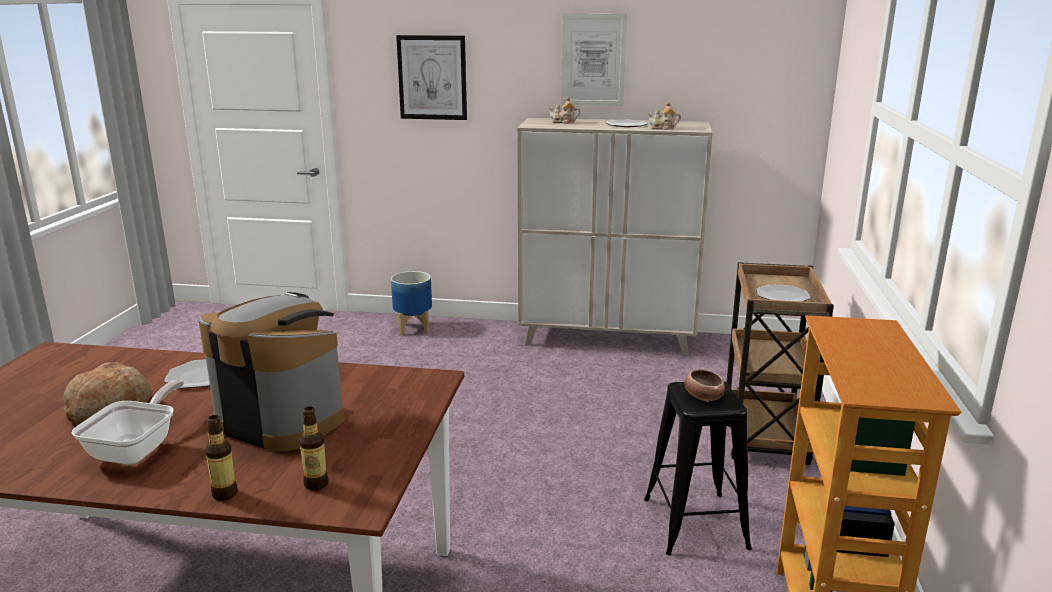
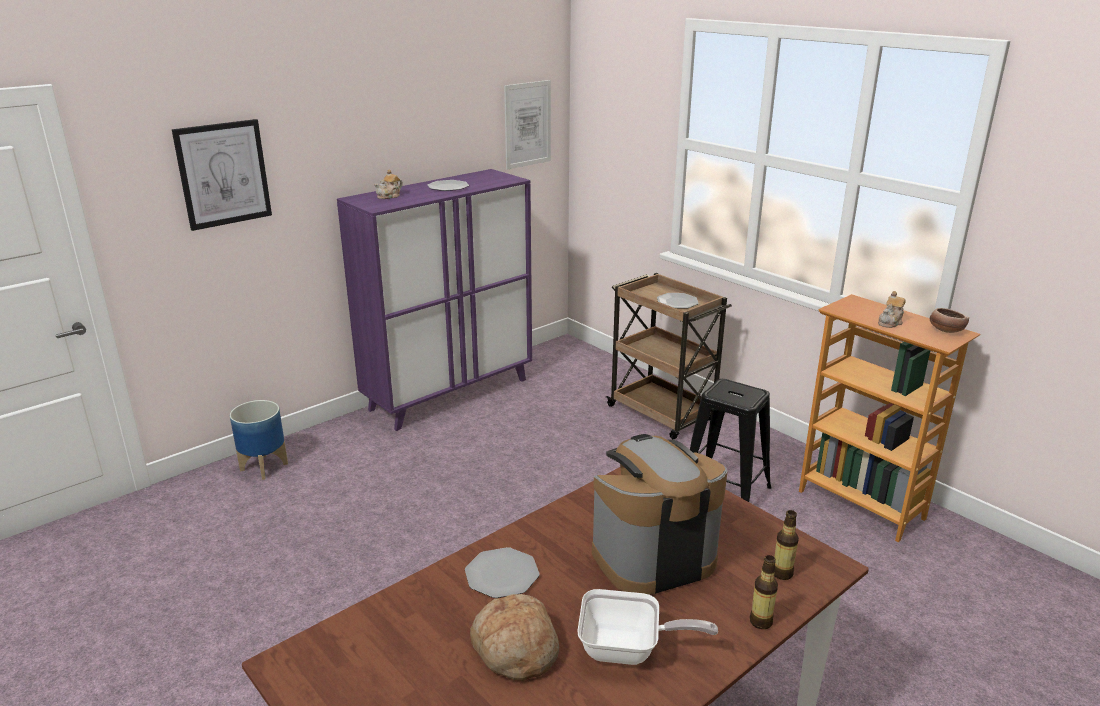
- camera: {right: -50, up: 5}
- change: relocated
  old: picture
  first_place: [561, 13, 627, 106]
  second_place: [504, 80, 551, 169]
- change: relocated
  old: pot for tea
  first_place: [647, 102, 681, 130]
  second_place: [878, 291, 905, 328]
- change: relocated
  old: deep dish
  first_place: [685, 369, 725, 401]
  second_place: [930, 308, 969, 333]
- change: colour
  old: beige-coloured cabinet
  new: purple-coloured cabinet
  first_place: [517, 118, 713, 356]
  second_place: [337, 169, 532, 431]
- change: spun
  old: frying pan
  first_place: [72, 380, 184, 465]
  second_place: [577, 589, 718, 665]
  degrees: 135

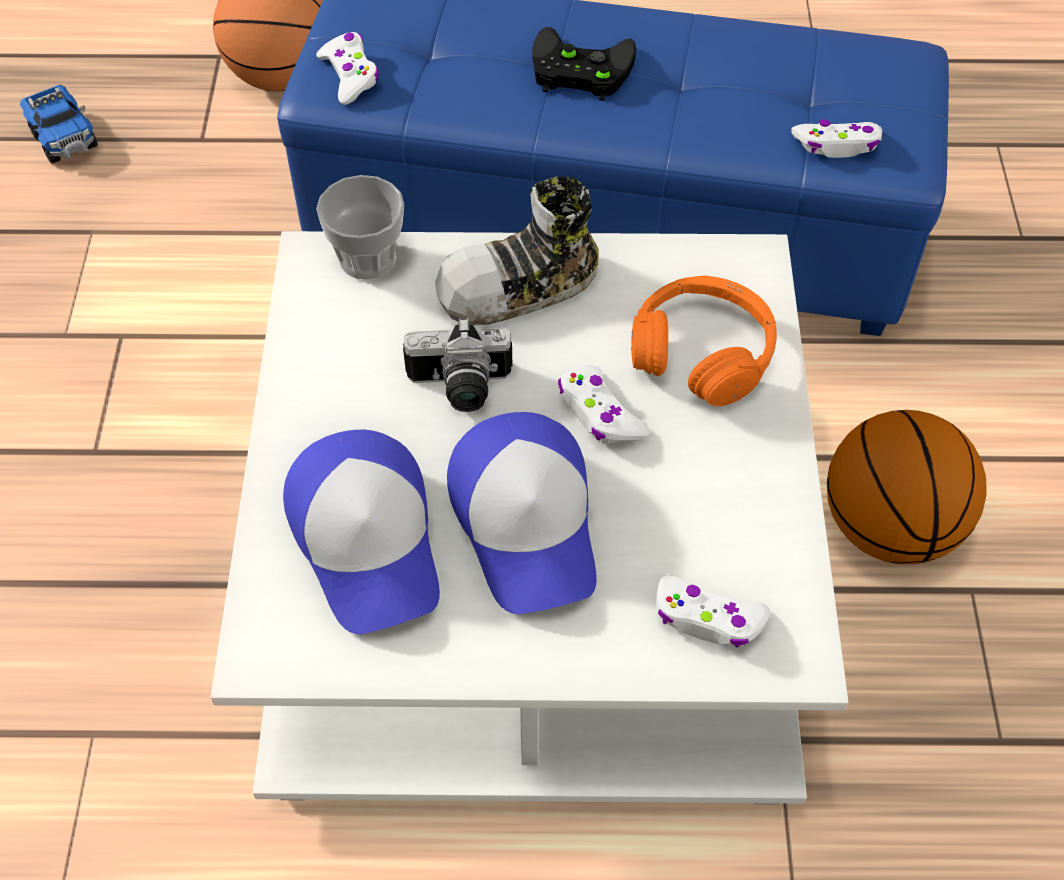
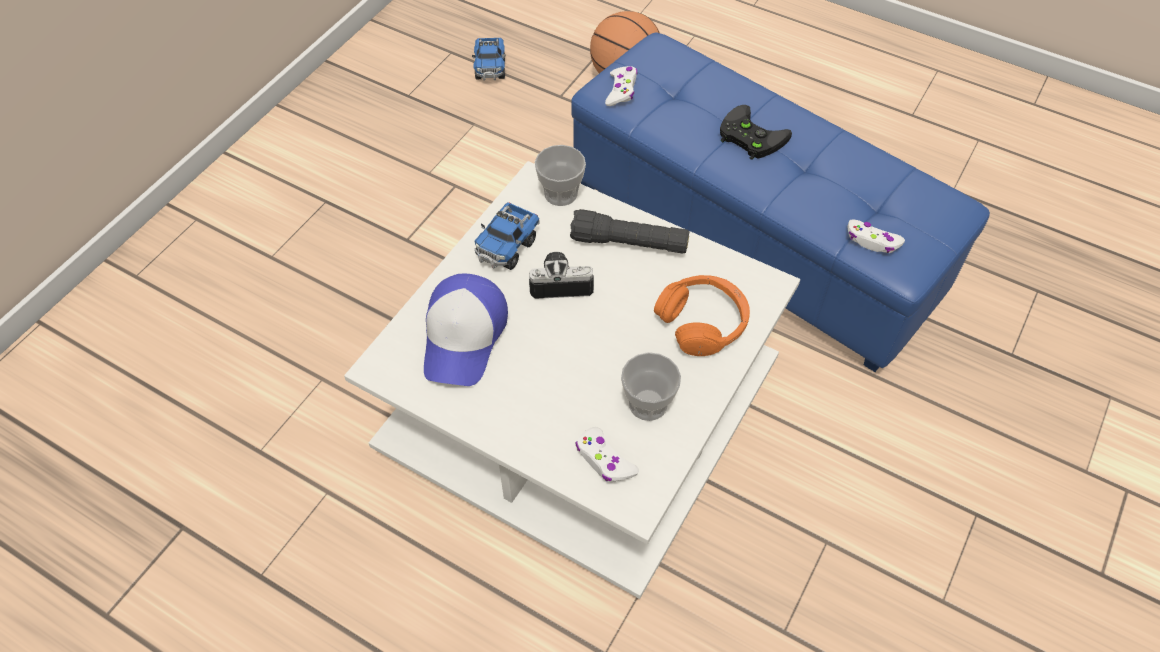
- camera: {right: 30, up: 0}
- change: missing
  old: baseball cap
  first_place: [447, 412, 597, 615]
- change: missing
  old: white game controller
  first_place: [558, 365, 650, 443]
- change: missing
  old: ball for basketball
  first_place: [827, 410, 987, 564]
- change: appeared
  new: toy lorry
  second_place: [474, 202, 540, 270]
- change: appeared
  new: drinking cup
  second_place: [621, 352, 681, 421]
- change: exchanged
  old: shoe
  new: black hand torch
  first_place: [435, 176, 599, 325]
  second_place: [570, 209, 689, 254]
- change: spun
  old: photo camera
  first_place: [403, 318, 512, 412]
  second_place: [529, 252, 594, 299]
  degrees: 150

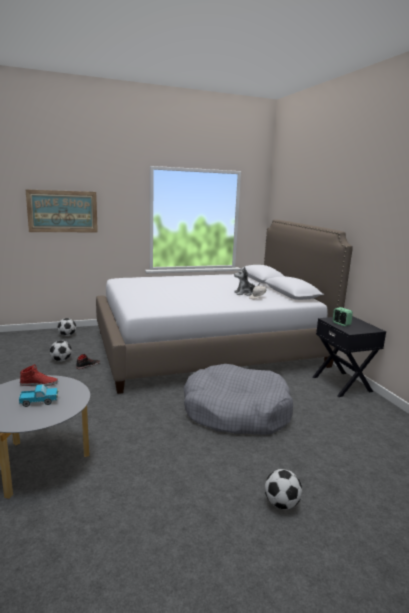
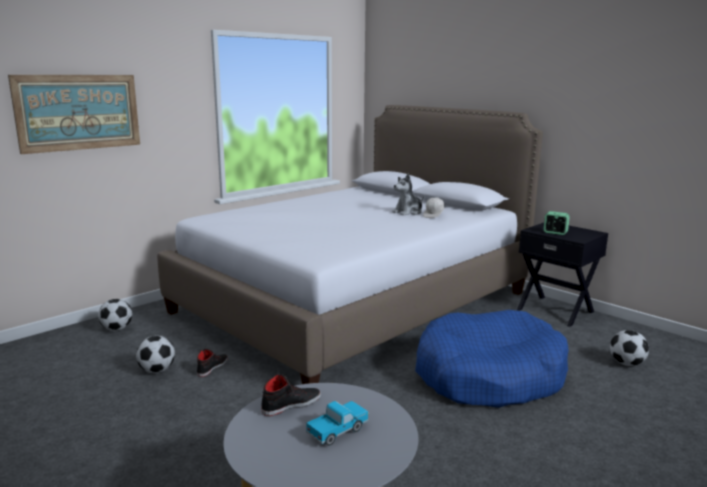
- camera: {right: -25, up: 0}
- change: relocated
  old: football ball
  first_place: [265, 469, 302, 509]
  second_place: [610, 330, 649, 366]
- change: colour
  old: red shoe
  new: black shoe
  first_place: [20, 364, 58, 386]
  second_place: [261, 374, 321, 416]
- change: colour
  old: grey pet bed
  new: blue-coloured pet bed
  first_place: [184, 364, 293, 435]
  second_place: [415, 310, 568, 408]

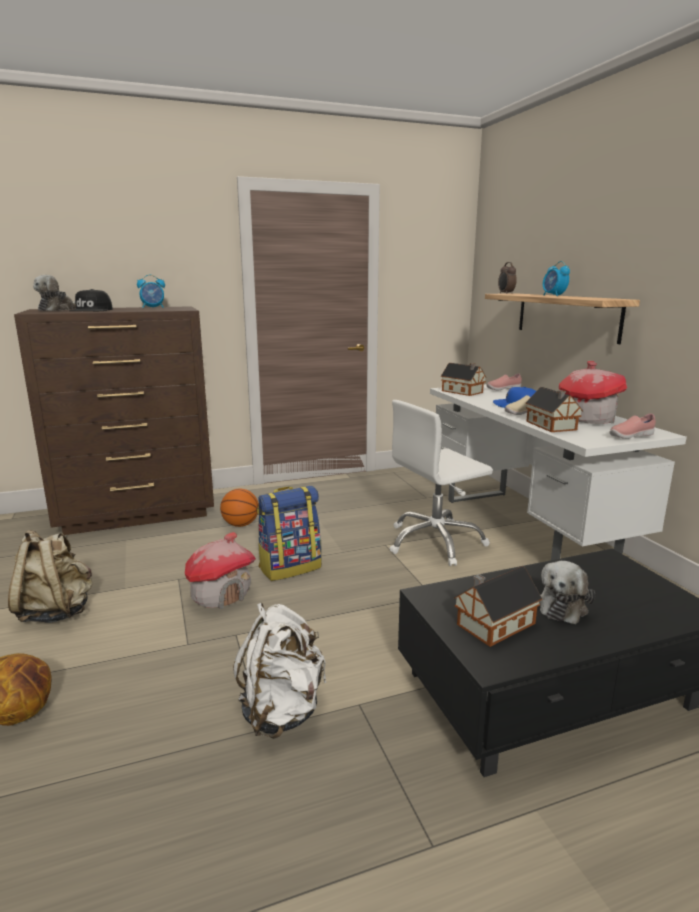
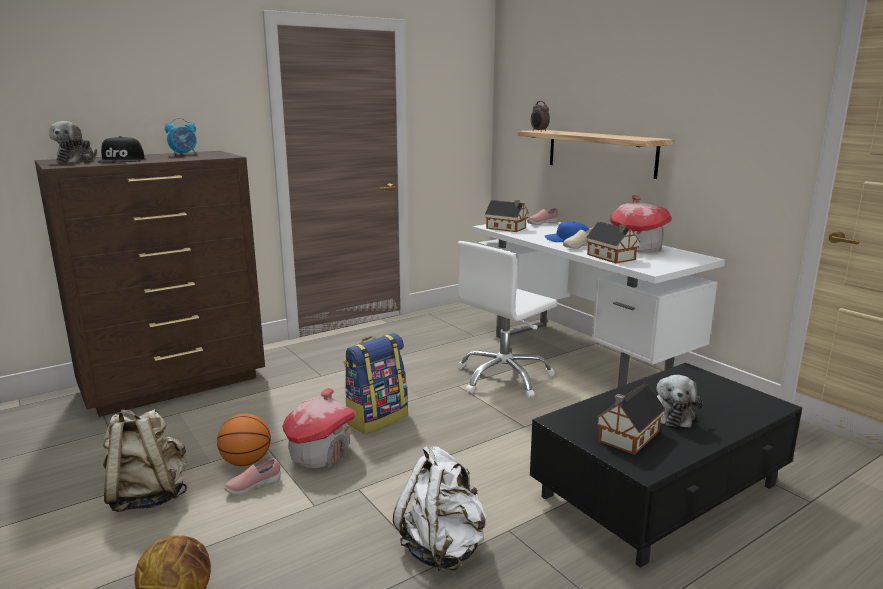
- camera: {right: -15, up: 0}
- change: missing
  old: alarm clock
  first_place: [543, 261, 570, 296]
- change: relocated
  old: ball for basketball
  first_place: [220, 489, 259, 527]
  second_place: [217, 413, 271, 466]
- change: relocated
  old: pink shoe
  first_place: [609, 414, 656, 439]
  second_place: [224, 458, 281, 495]

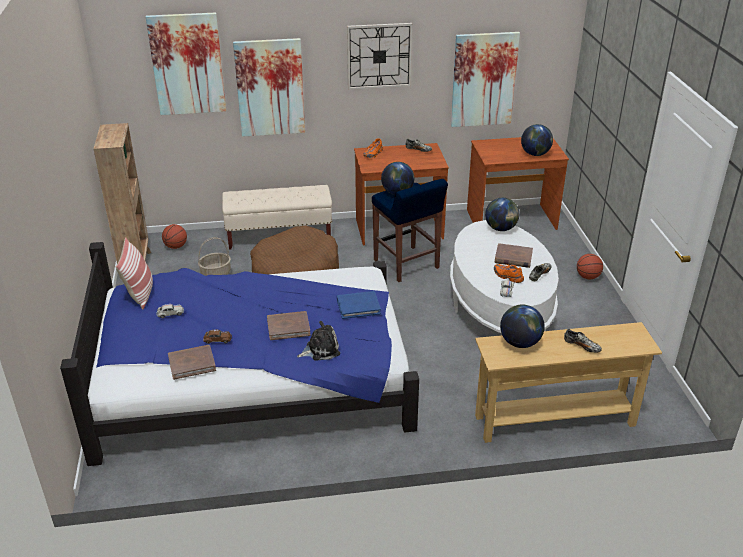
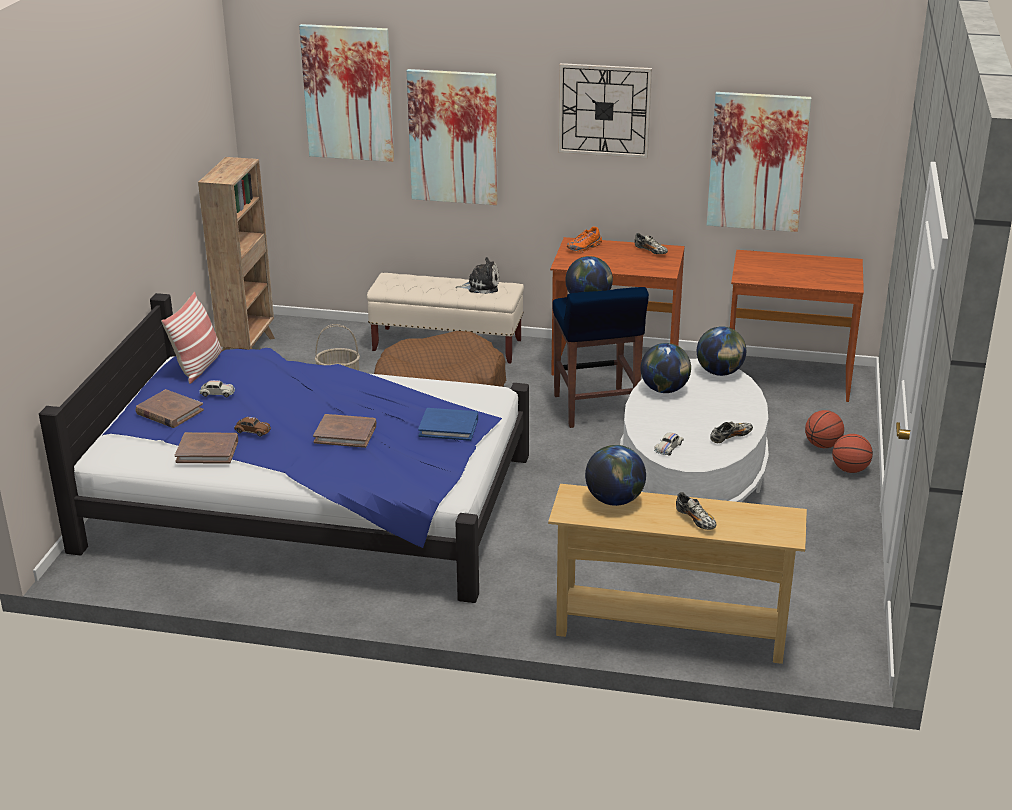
- camera: {right: 20, up: -5}
- change: missing
  old: orange shoe
  first_place: [494, 264, 524, 283]
- change: relocated
  old: ball for basketball
  first_place: [162, 224, 187, 249]
  second_place: [805, 410, 844, 448]
- change: relocated
  old: plush toy
  first_place: [297, 321, 340, 361]
  second_place: [455, 257, 499, 294]
- change: relocated
  old: brown-coloured volume
  first_place: [495, 243, 533, 268]
  second_place: [135, 389, 204, 428]
- change: relocated
  old: desk globe
  first_place: [521, 124, 553, 156]
  second_place: [640, 343, 691, 393]

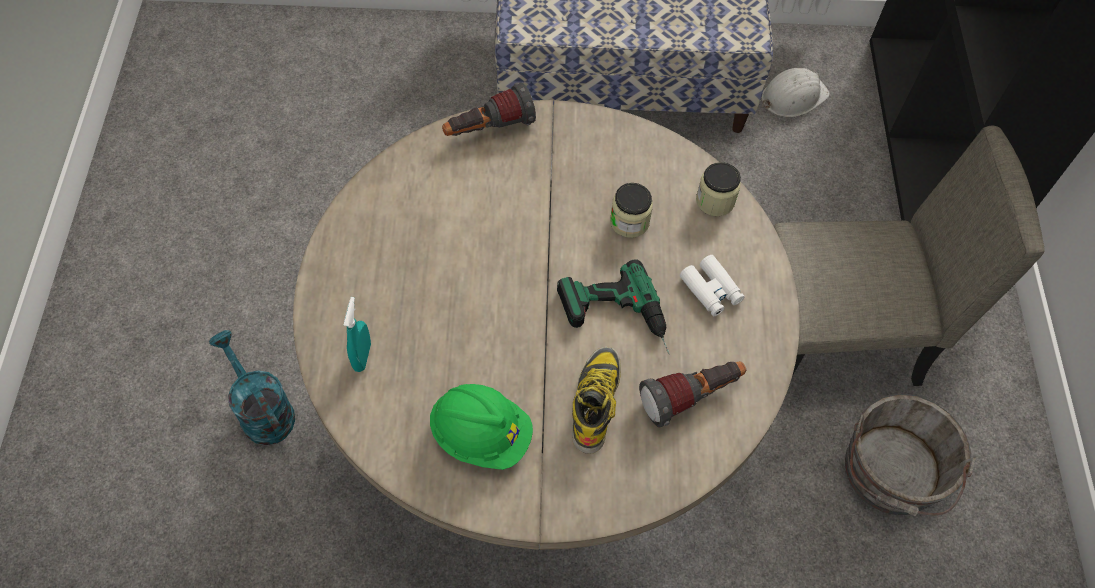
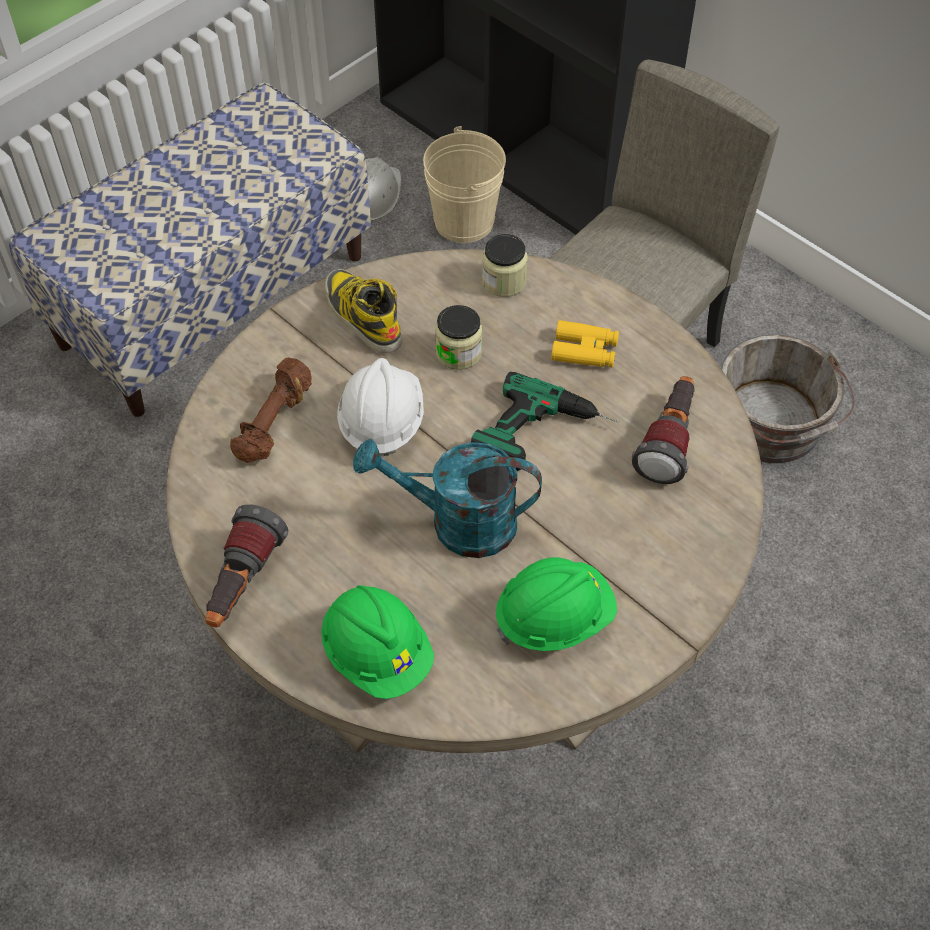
- camera: {right: -45, up: -5}
- change: appeared
  new: brown-coloured free weight
  second_place: [230, 357, 312, 463]
- change: appeared
  new: white work helmet
  second_place: [337, 358, 424, 461]
- change: appeared
  new: beige-coloured pail
  second_place: [423, 126, 506, 243]
- change: relocated
  old: turquoise-coloured watering can
  first_place: [209, 330, 295, 445]
  second_place: [353, 439, 542, 558]
- change: relocated
  old: hand torch
  first_place: [442, 82, 536, 136]
  second_place: [205, 504, 288, 628]
- change: relocated
  old: boot
  first_place: [572, 347, 621, 454]
  second_place: [325, 269, 403, 353]
- change: exchanged
  old: turquoise-coloured hand sprayer
  new: green-coloured work helmet
  first_place: [344, 297, 371, 372]
  second_place: [321, 585, 434, 699]
- change: colour
  old: white binoculars
  new: yellow-coloured binoculars
  first_place: [680, 255, 745, 316]
  second_place: [551, 320, 619, 368]

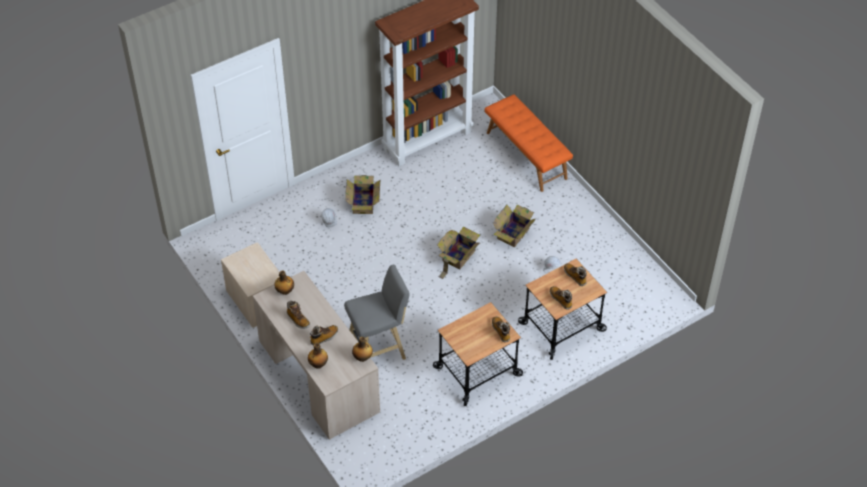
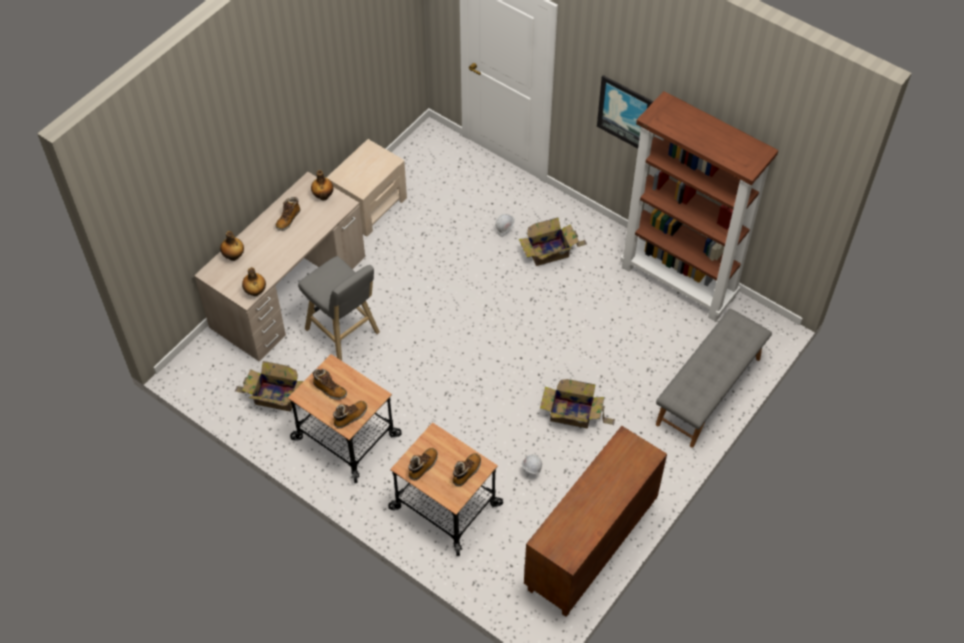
- camera: {right: 70, up: 5}
- change: appeared
  new: brown-coloured cabinet
  second_place: [524, 426, 667, 617]
- change: appeared
  new: picture
  second_place: [597, 75, 654, 148]
- change: relocated
  old: boot
  first_place: [310, 325, 338, 345]
  second_place: [312, 369, 347, 400]
- change: relocated
  old: carton
  first_place: [437, 227, 480, 279]
  second_place: [235, 361, 304, 412]
- change: colour
  old: orange bench
  new: grey bench
  first_place: [485, 94, 573, 192]
  second_place: [656, 309, 772, 448]

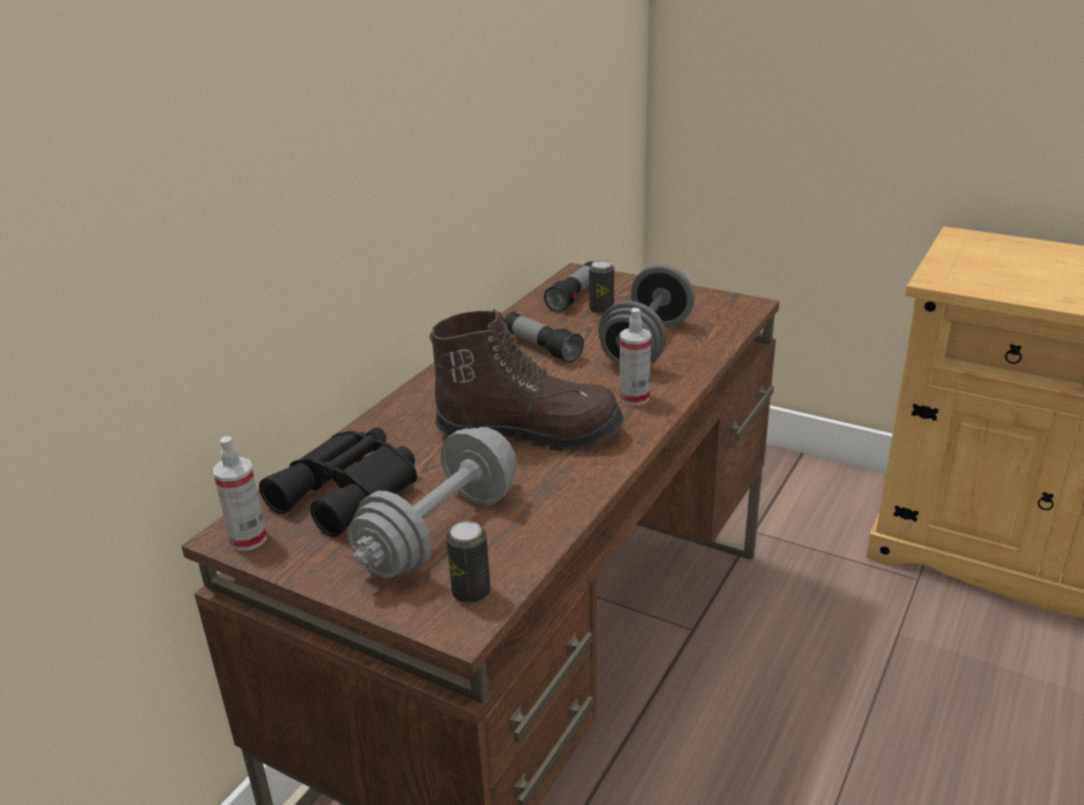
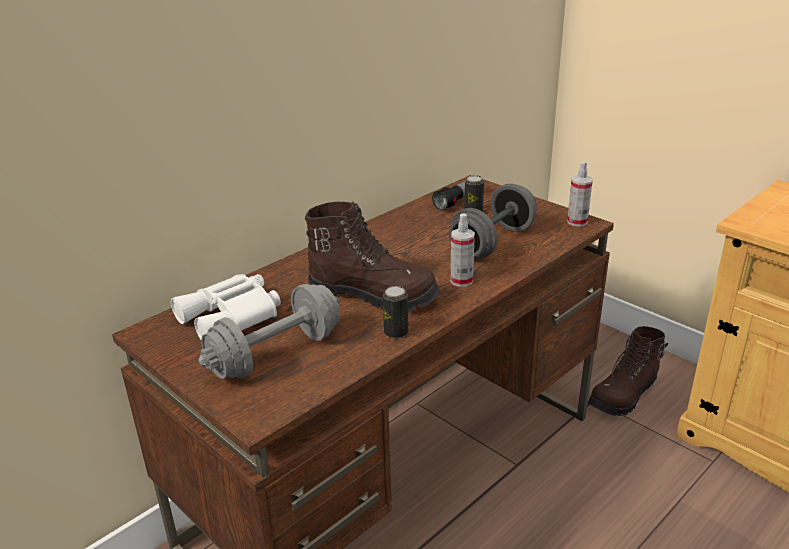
- camera: {right: 15, up: 0}
- change: missing
  old: hand torch
  first_place: [504, 312, 584, 363]
- change: appeared
  new: brown-coloured boot
  second_place: [588, 326, 668, 416]
- change: relocated
  old: hand sprayer
  first_place: [213, 436, 267, 551]
  second_place: [567, 161, 593, 227]
- change: relocated
  old: metal can
  first_place: [446, 521, 490, 603]
  second_place: [383, 286, 408, 338]
- change: colour
  old: black binoculars
  new: white binoculars
  first_place: [259, 427, 417, 537]
  second_place: [171, 274, 281, 340]

